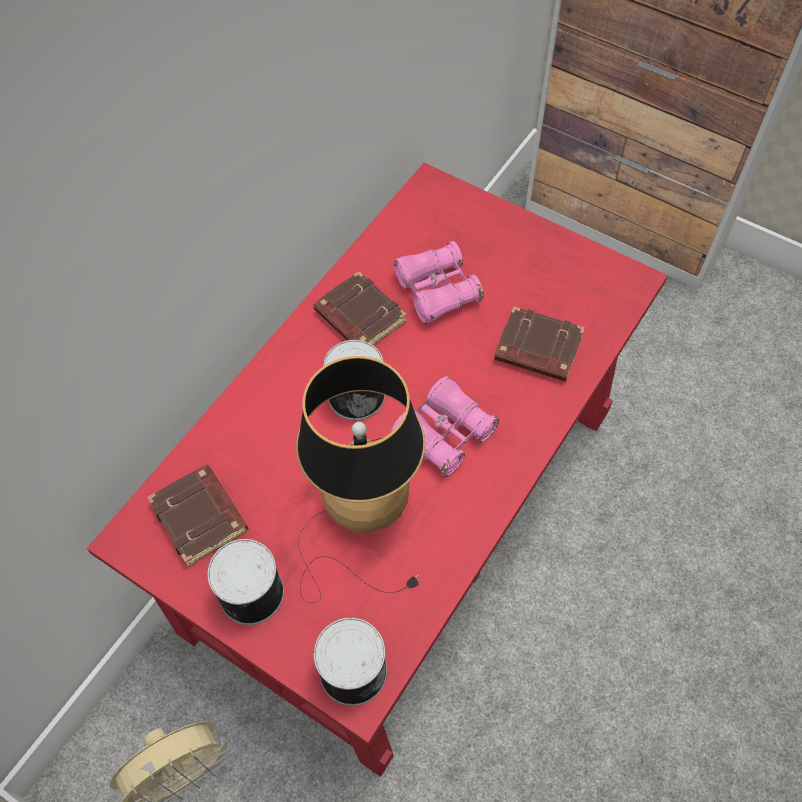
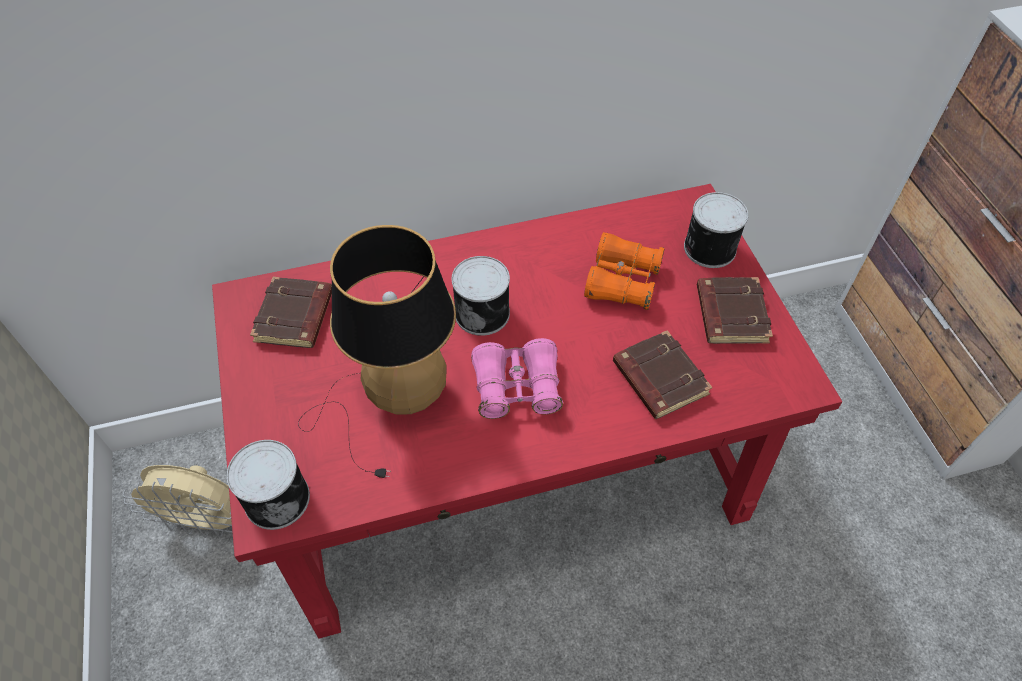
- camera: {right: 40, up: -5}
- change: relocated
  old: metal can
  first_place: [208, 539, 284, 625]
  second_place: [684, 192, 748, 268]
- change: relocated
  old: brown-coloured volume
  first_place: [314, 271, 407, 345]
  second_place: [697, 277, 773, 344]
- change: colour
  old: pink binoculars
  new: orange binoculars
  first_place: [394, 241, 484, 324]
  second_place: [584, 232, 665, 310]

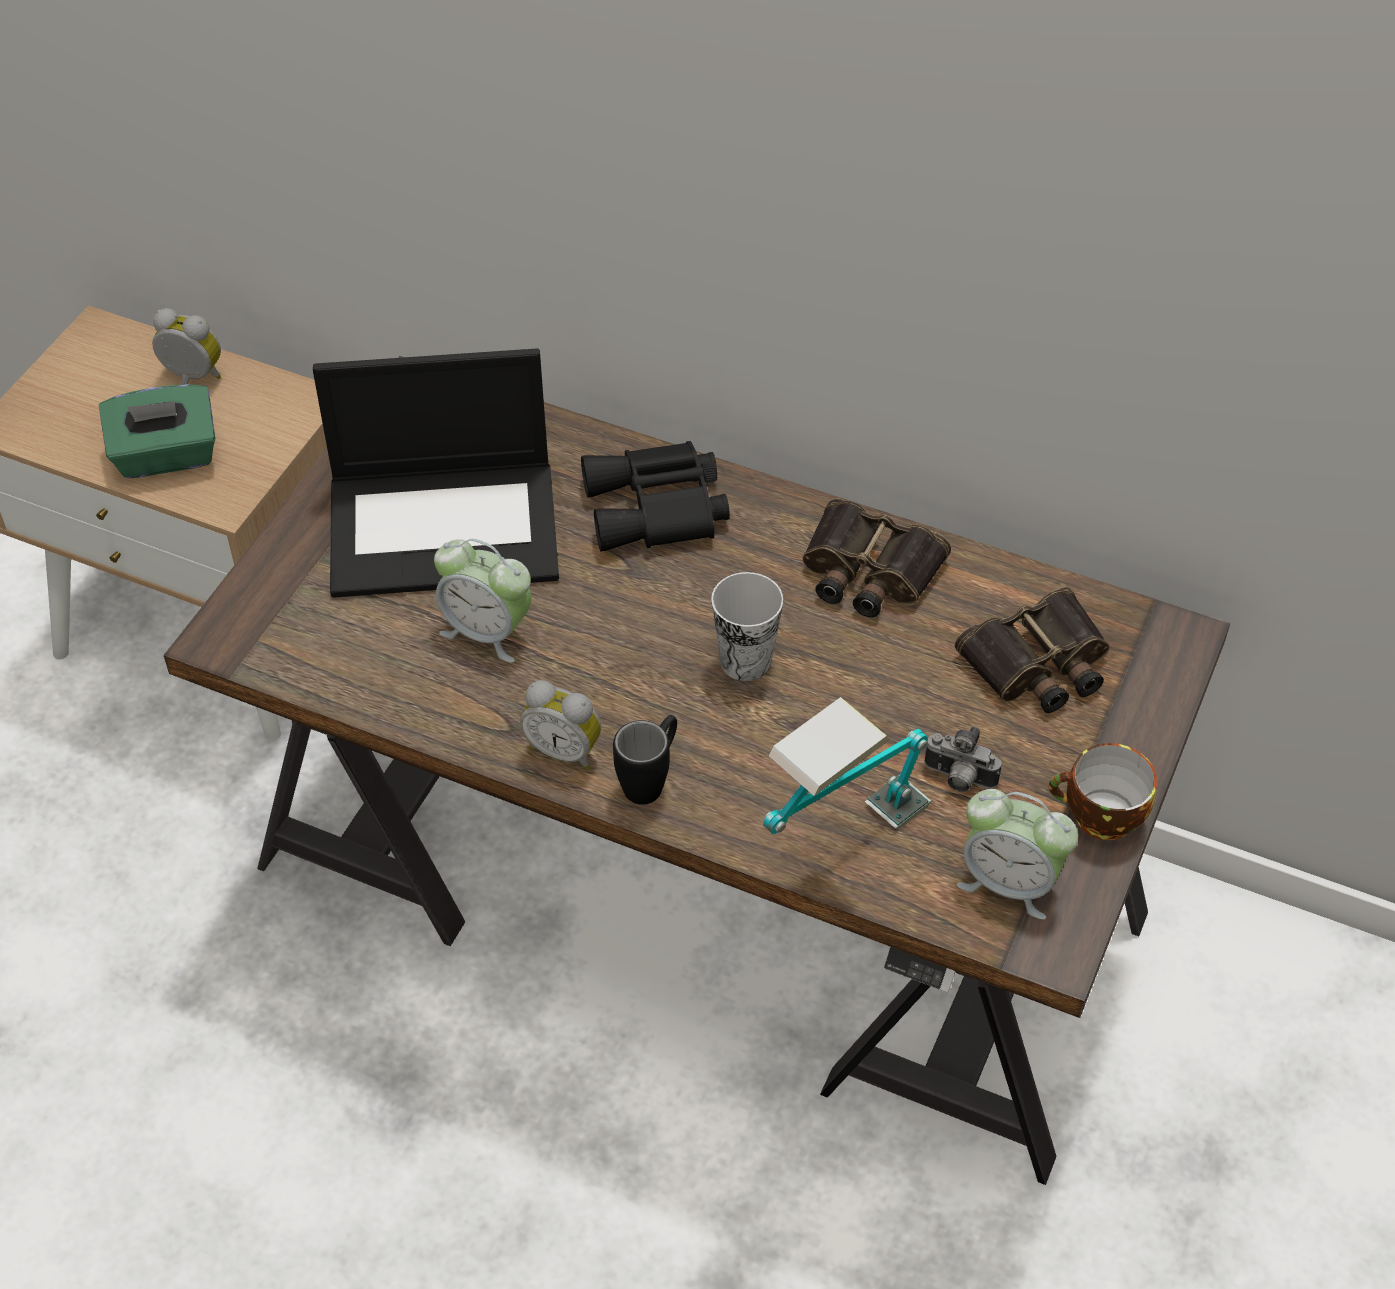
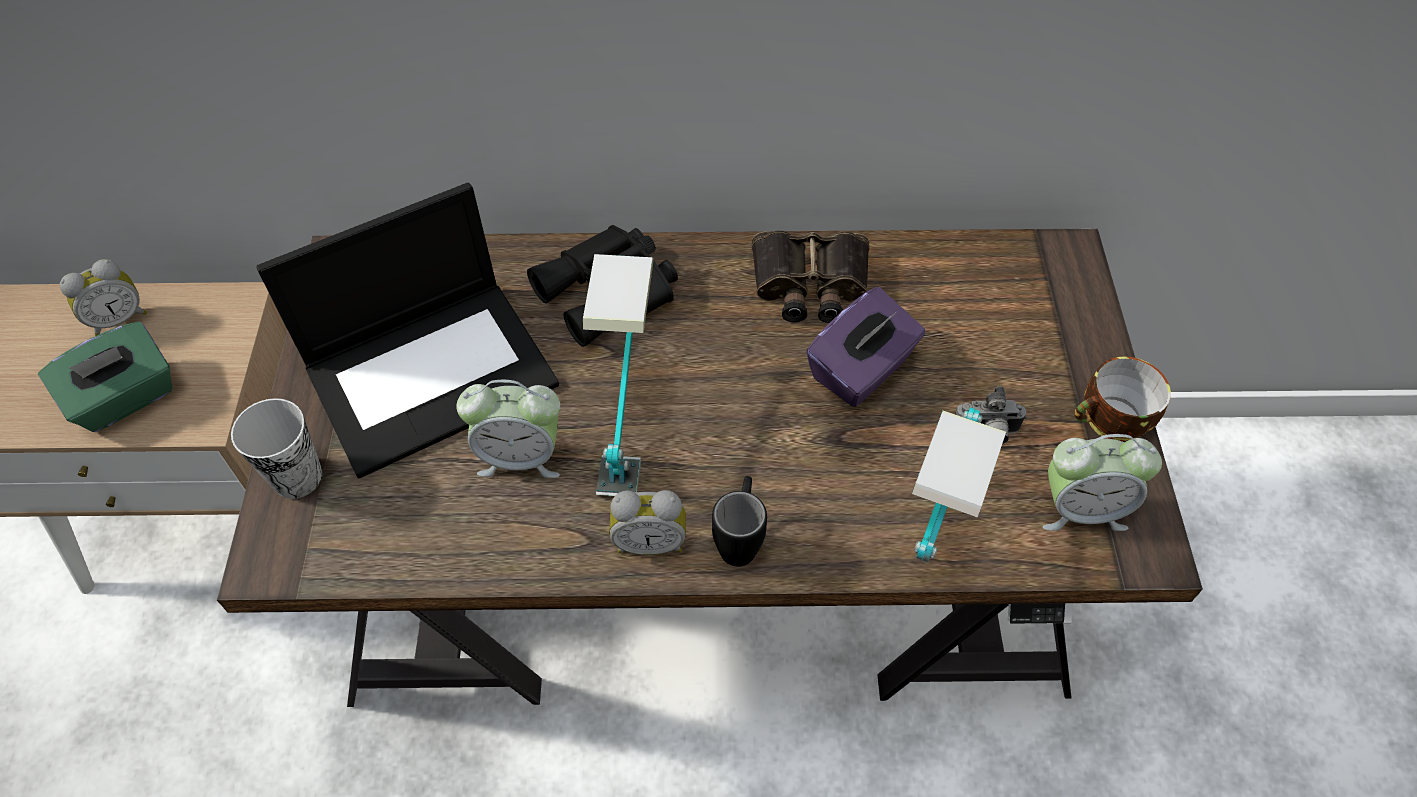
- camera: {right: -25, up: 5}
- change: missing
  old: binoculars
  first_place: [954, 586, 1110, 713]
- change: appeared
  new: lamp for a table
  second_place: [583, 254, 654, 496]
- change: appeared
  new: purple-coloured box of tissues
  second_place: [806, 287, 926, 407]
- change: relocated
  old: drinking cup
  first_place: [711, 572, 784, 681]
  second_place: [231, 398, 322, 499]
- change: spun
  old: alarm clock
  first_place: [152, 308, 221, 385]
  second_place: [60, 259, 147, 336]
  degrees: 150

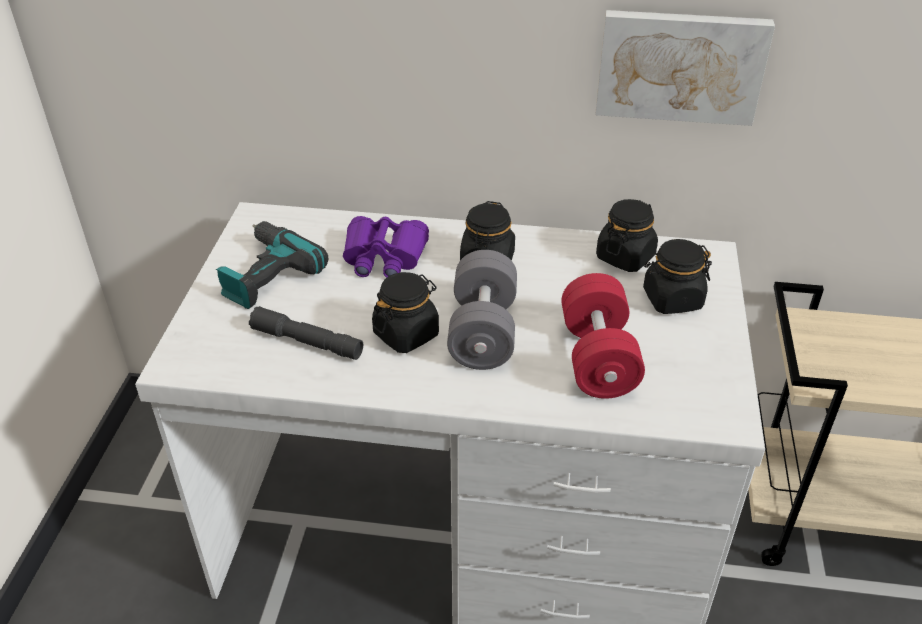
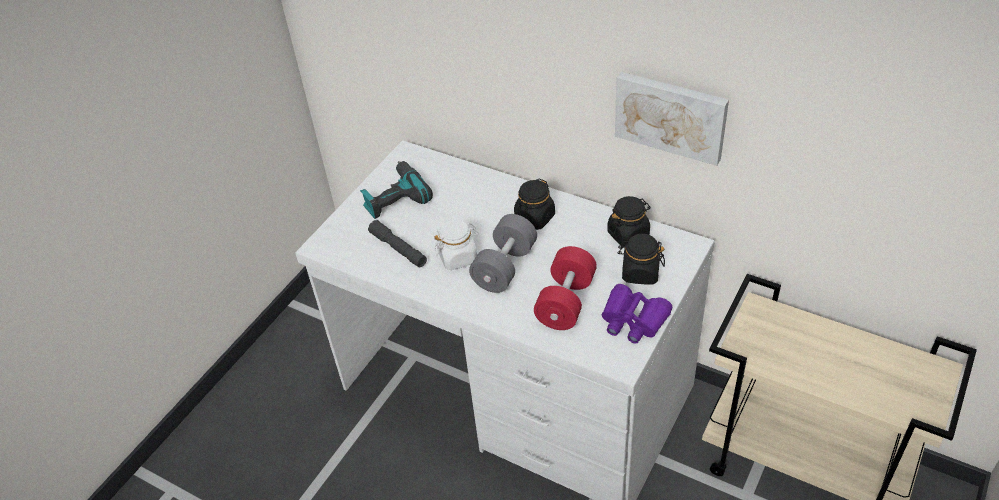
- camera: {right: 25, up: 5}
- change: relocated
  old: purple-coloured binoculars
  first_place: [343, 216, 429, 278]
  second_place: [602, 284, 672, 344]
- change: colour
  old: black jar
  new: white jar
  first_place: [372, 272, 439, 353]
  second_place: [434, 219, 478, 270]

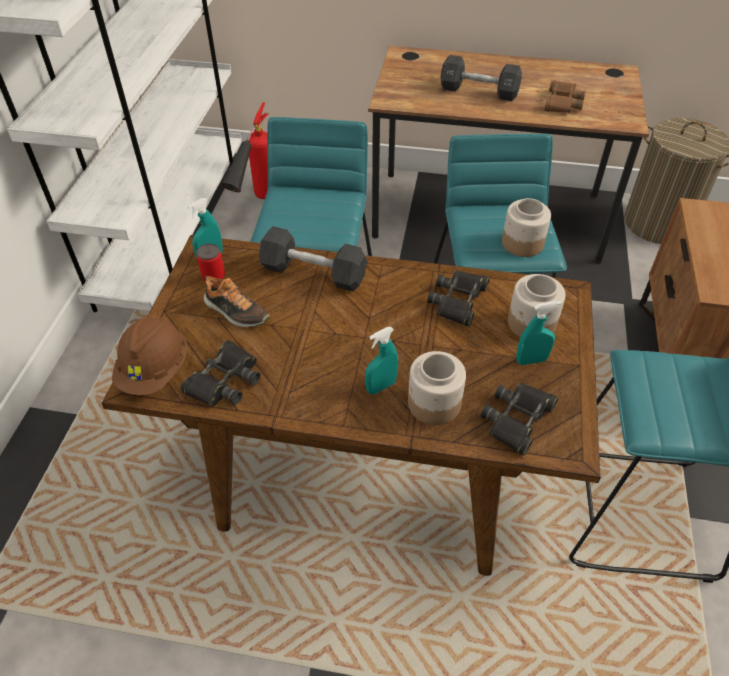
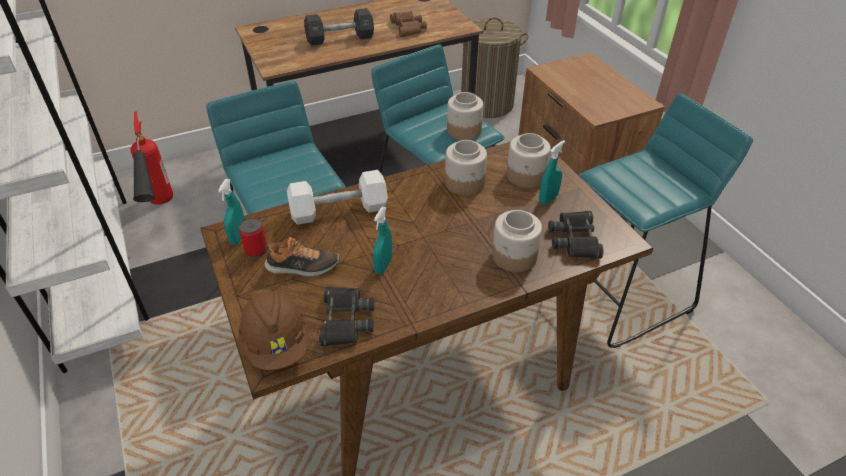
- camera: {right: -35, up: -5}
- change: relocated
  old: turquoise-coloured hand sprayer
  first_place: [365, 327, 398, 394]
  second_place: [373, 207, 392, 274]
- change: exchanged
  old: black binoculars
  new: jar
  first_place: [427, 270, 490, 327]
  second_place: [445, 140, 487, 195]
- change: colour
  old: black free weight
  new: white free weight
  first_place: [259, 226, 367, 292]
  second_place: [287, 170, 388, 225]

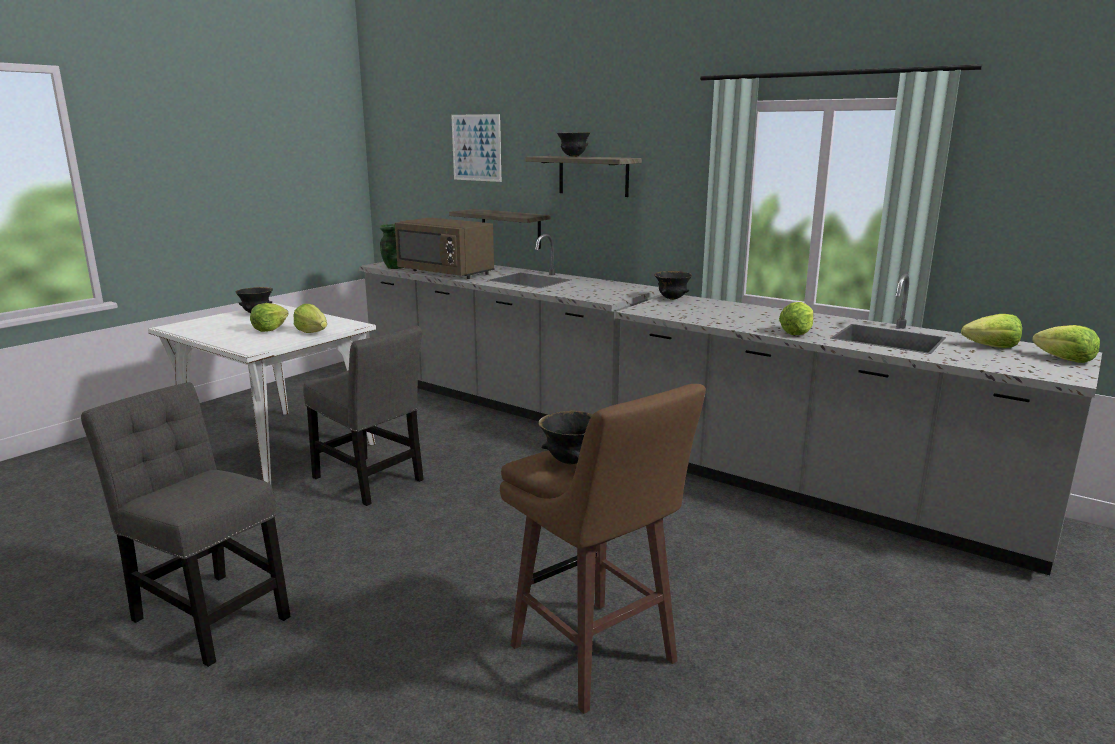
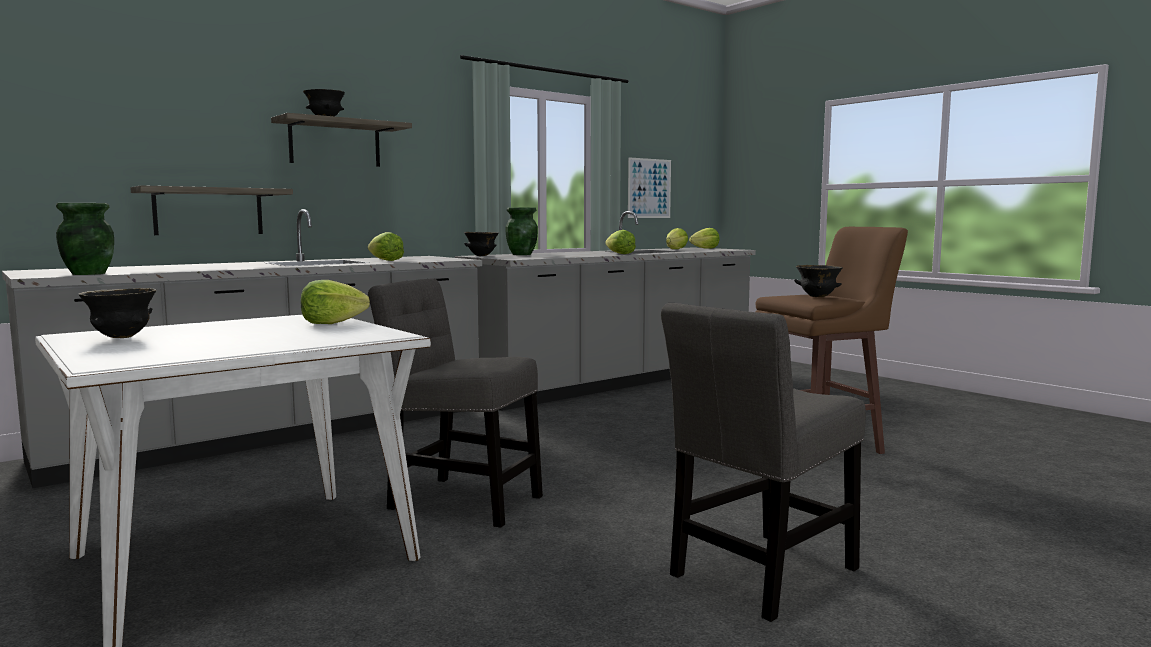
- camera: {right: -75, up: -10}
- change: missing
  old: brown-coloured microwave
  first_place: [395, 218, 495, 279]
- change: appeared
  new: green-coloured flower vase
  second_place: [506, 207, 538, 255]
- change: relocated
  old: lettuce head
  first_place: [250, 303, 289, 332]
  second_place: [368, 232, 404, 261]
- change: relocated
  old: picture
  first_place: [451, 114, 501, 182]
  second_place: [628, 157, 671, 218]
- change: spun
  old: grey chair
  first_place: [303, 326, 424, 506]
  second_place: [368, 278, 543, 528]
  degrees: -120

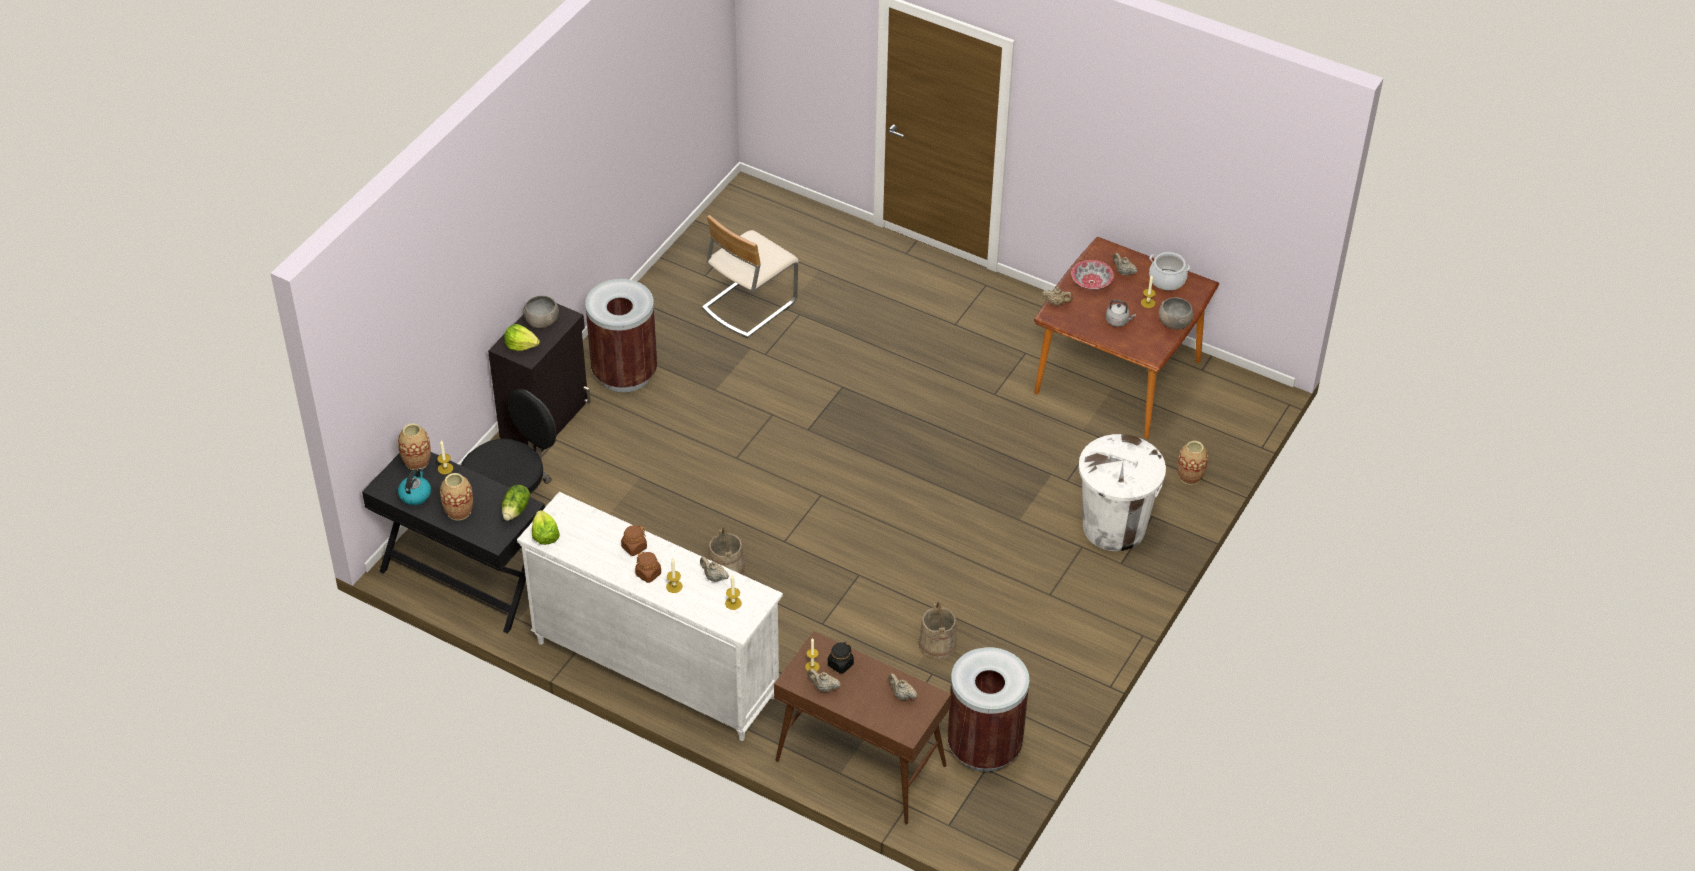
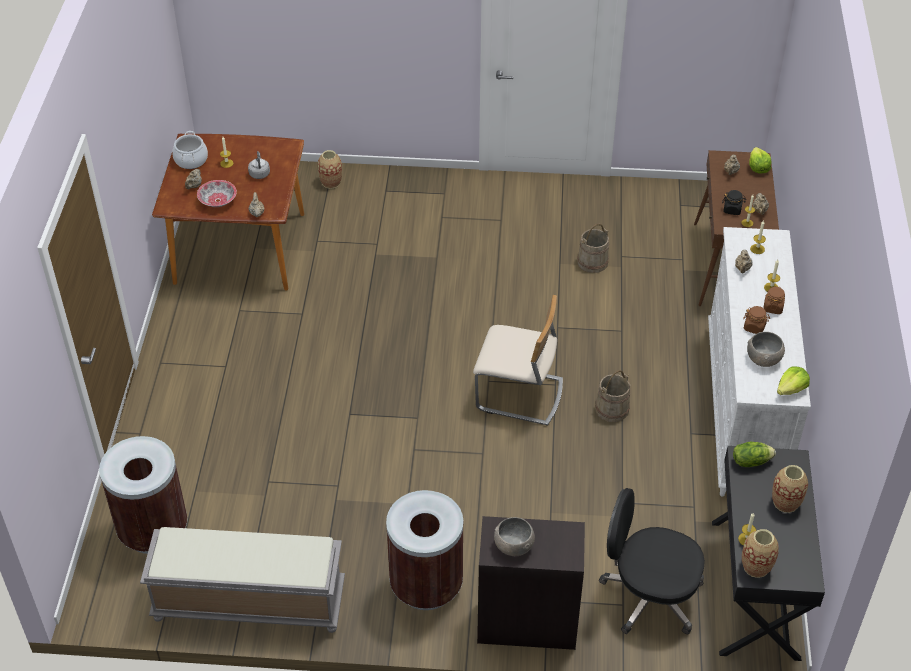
- camera: {right: -115, up: 0}
- change: missing
  old: water kettle
  first_place: [398, 468, 431, 505]
- change: missing
  old: white trash can
  first_place: [1079, 434, 1166, 551]
- change: appeared
  new: grey bench
  second_place: [140, 527, 345, 633]
- change: relocated
  old: lettuce head
  first_place: [504, 324, 540, 351]
  second_place: [749, 147, 772, 174]
- change: relocated
  old: beige-coloured chair
  first_place: [702, 215, 799, 338]
  second_place: [473, 295, 563, 426]
- change: relocated
  old: brown-coloured trash can
  first_place: [947, 647, 1029, 771]
  second_place: [99, 436, 187, 554]
- change: relocated
  old: grey deep dish
  first_place: [1158, 297, 1193, 330]
  second_place: [747, 332, 785, 367]

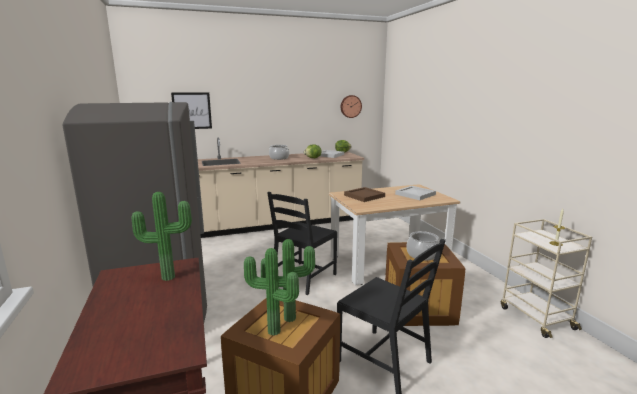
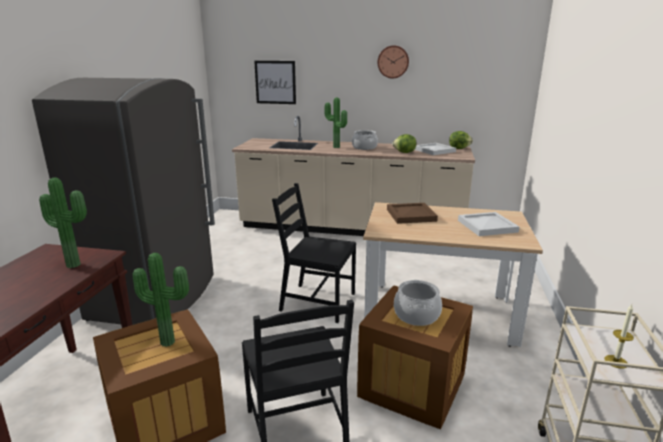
- camera: {right: 30, up: 5}
- change: relocated
  old: plant in a pot
  first_place: [244, 248, 299, 336]
  second_place: [325, 98, 347, 148]
- change: relocated
  old: clock on the wall
  first_place: [341, 95, 362, 118]
  second_place: [377, 45, 409, 78]
- change: spun
  old: black chair
  first_place: [267, 192, 337, 295]
  second_place: [272, 183, 356, 323]
  degrees: 45

